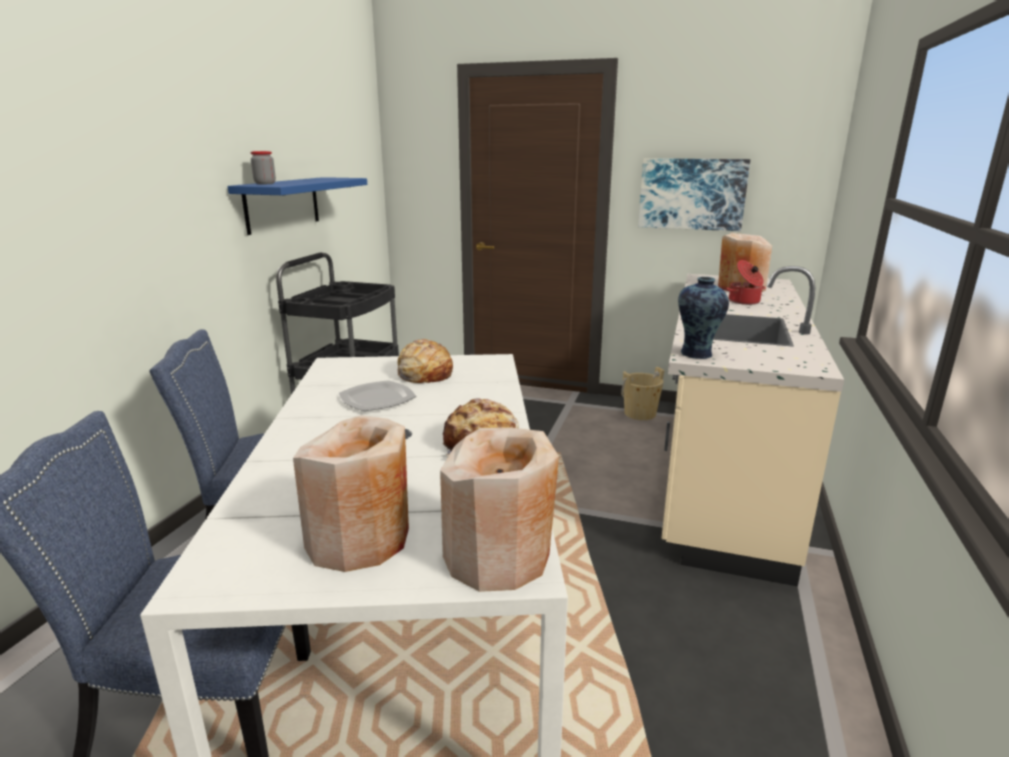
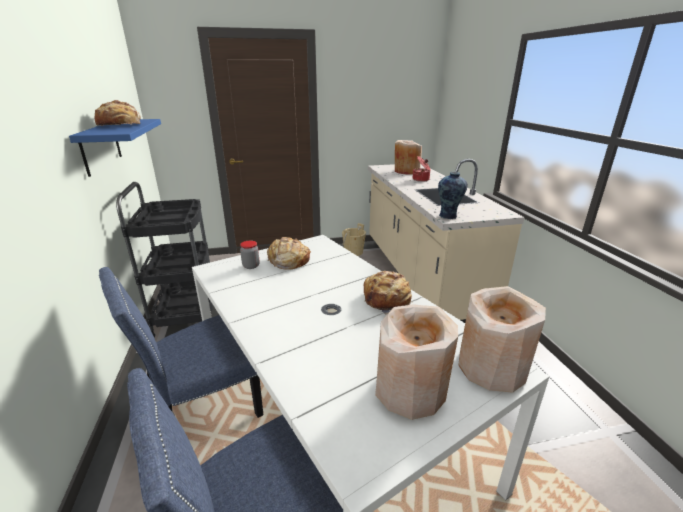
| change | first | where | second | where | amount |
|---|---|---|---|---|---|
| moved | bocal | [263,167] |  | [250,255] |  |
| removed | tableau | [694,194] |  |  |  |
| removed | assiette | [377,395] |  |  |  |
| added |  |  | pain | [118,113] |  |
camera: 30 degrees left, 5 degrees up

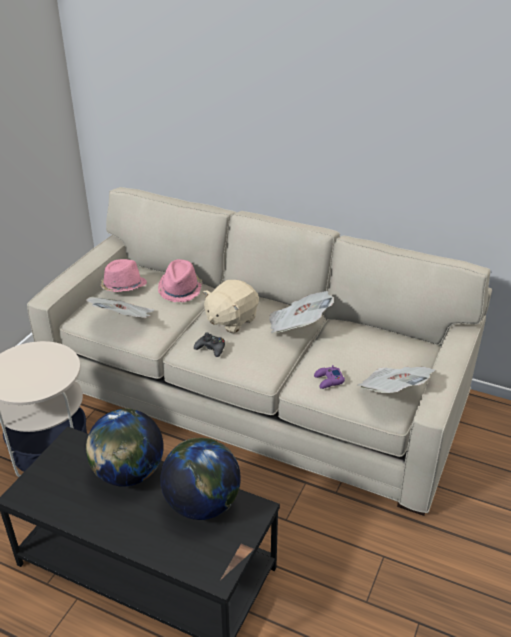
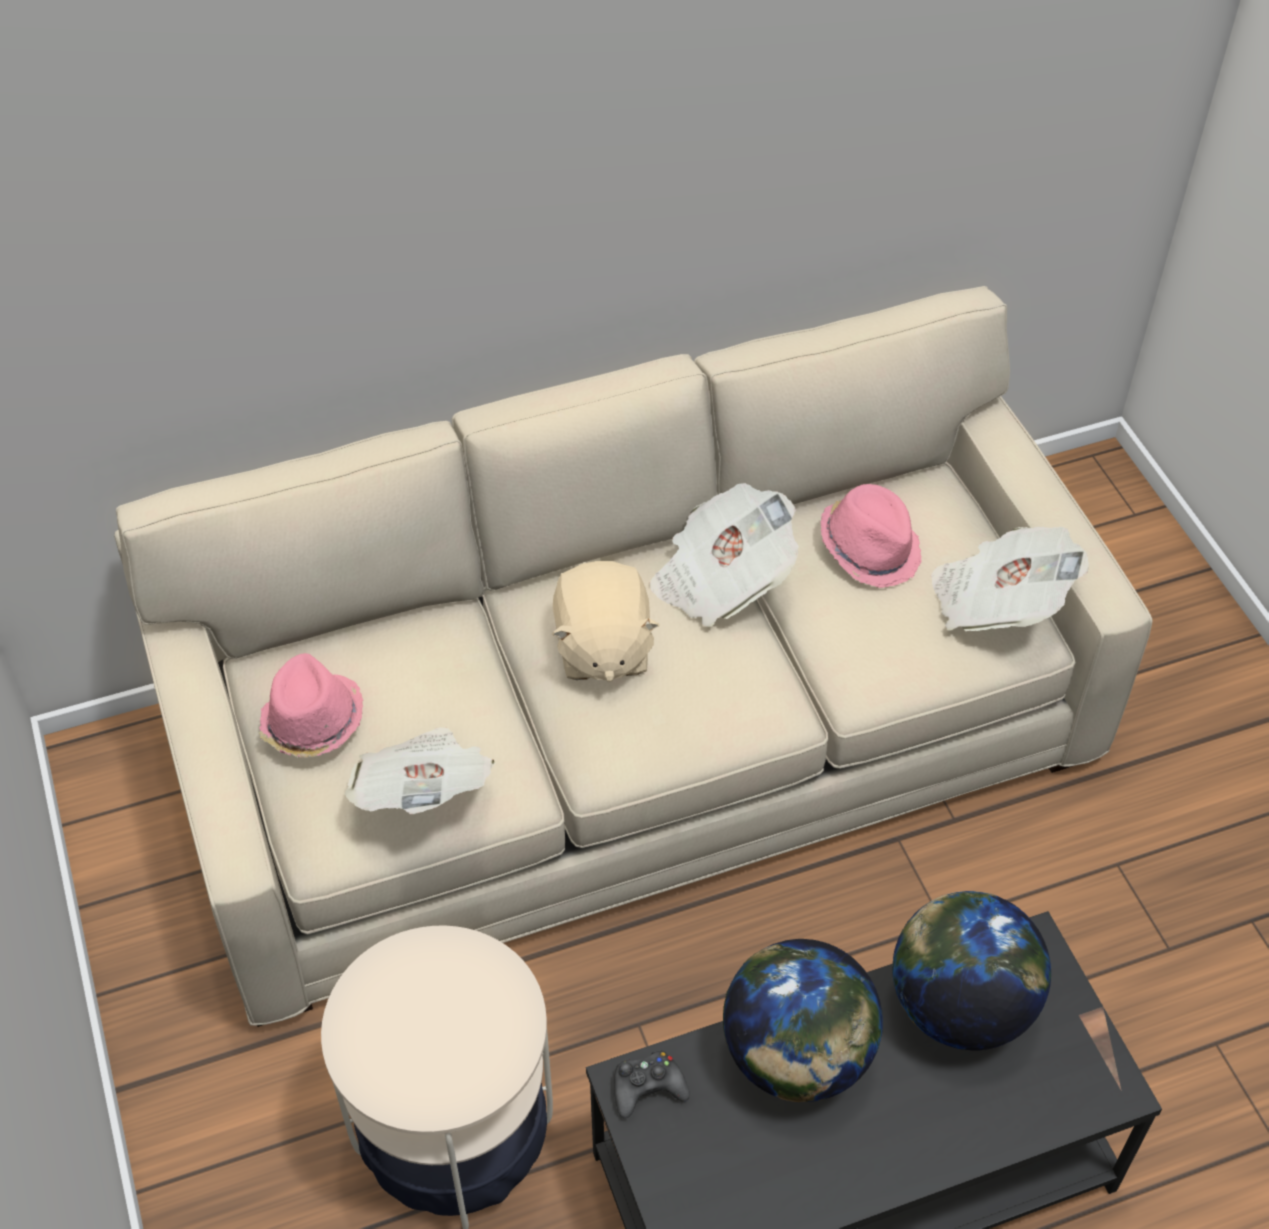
| change | first | where | second | where | amount |
|---|---|---|---|---|---|
| moved | chapeau [rose] | [180,280] |  | [871,536] |  |
| moved | manette [noir] | [209,344] |  | [652,1085] |  |
| removed | manette [violet] | [329,377] |  |  |  |
camera: 45 degrees left, 15 degrees up

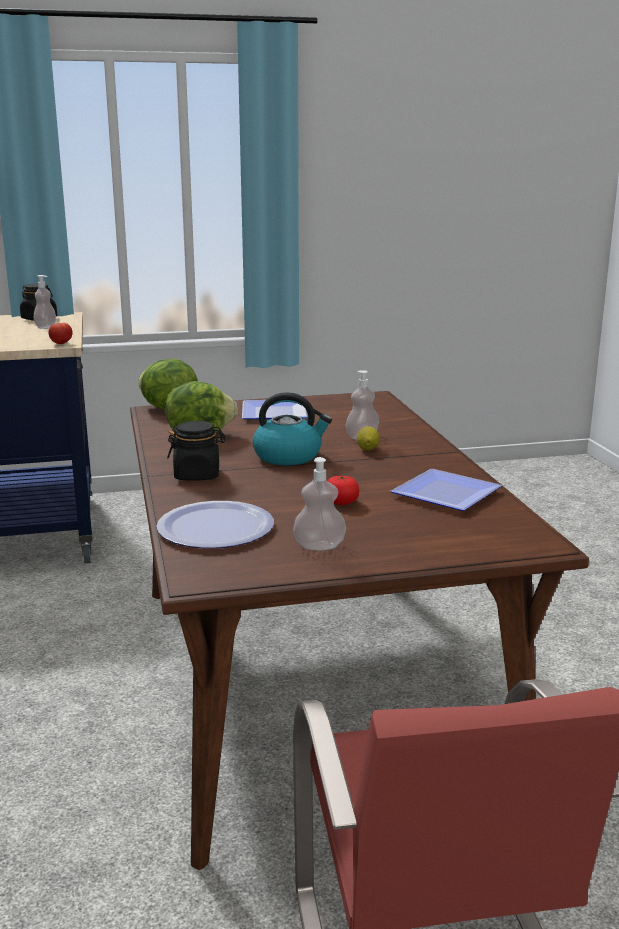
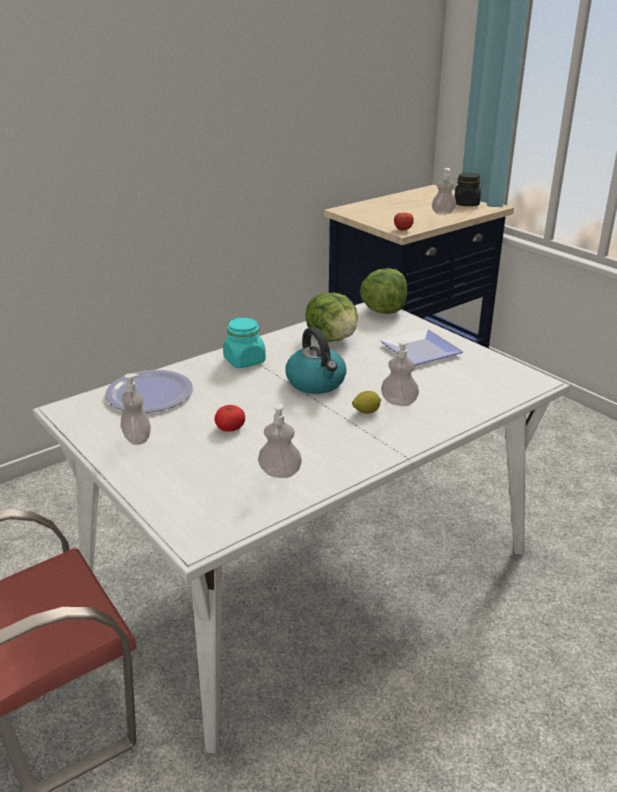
| change | first | where | second | where | amount |
|---|---|---|---|---|---|
| recoloured | table à manger [marron] | [359,630] | table à manger [blanc] | [301,528] |  |
| recoloured | bocal [noir] | [196,451] | bocal [turquoise] | [244,342] |  |
| replaced | assiette | [446,490] | distributeur de savon | [280,440] |  |
camera: 65 degrees right, 10 degrees up

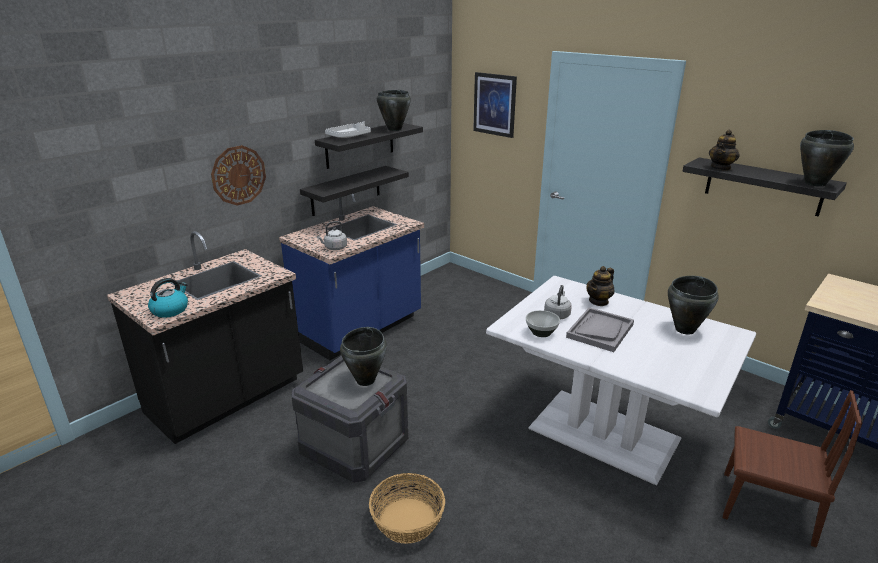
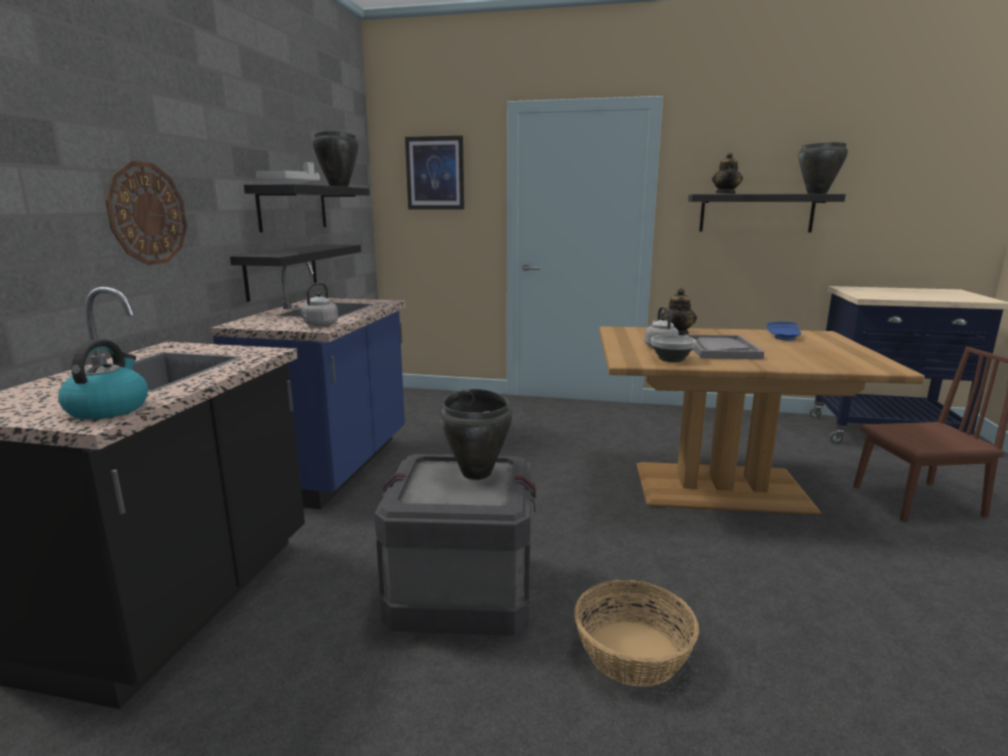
| change | first | where | second | where | amount |
|---|---|---|---|---|---|
| recoloured | table à manger [blanc] | [621,381] | table à manger [marron] | [762,420] |  |
| replaced | marmite [noir] | [693,305] | assiette [bleu] | [784,331] |  |
camera: 30 degrees left, 10 degrees down

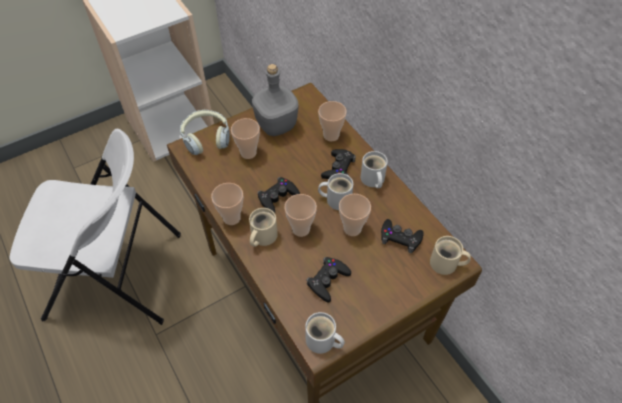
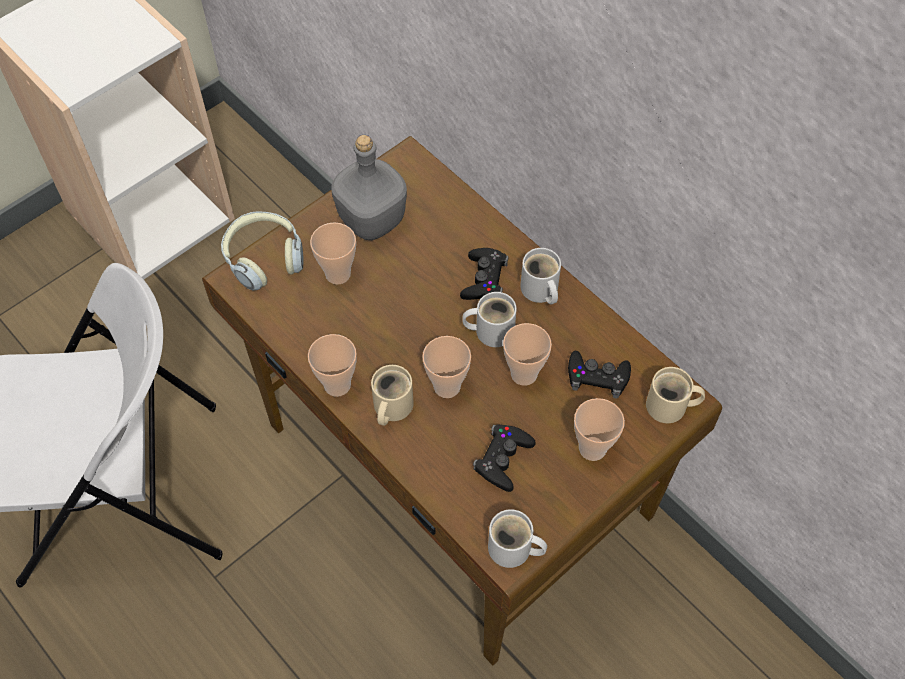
| change | first | where | second | where | amount |
|---|---|---|---|---|---|
| moved | tasse | [332,121] |  | [599,429] |  |
| removed | manette [noir] | [278,195] |  |  |  |
camera: 10 degrees left, 5 degrees up

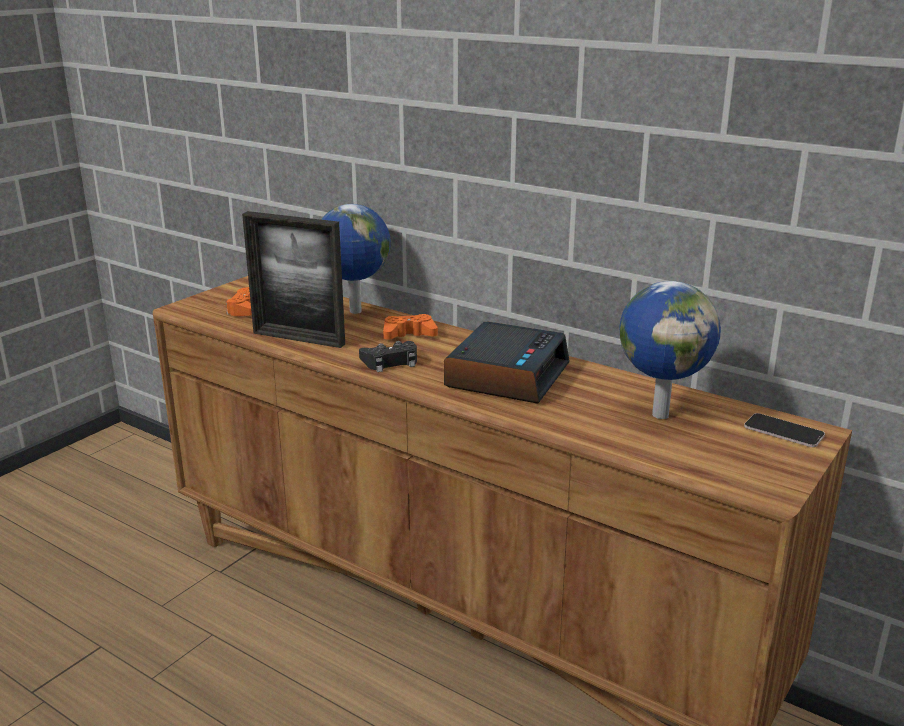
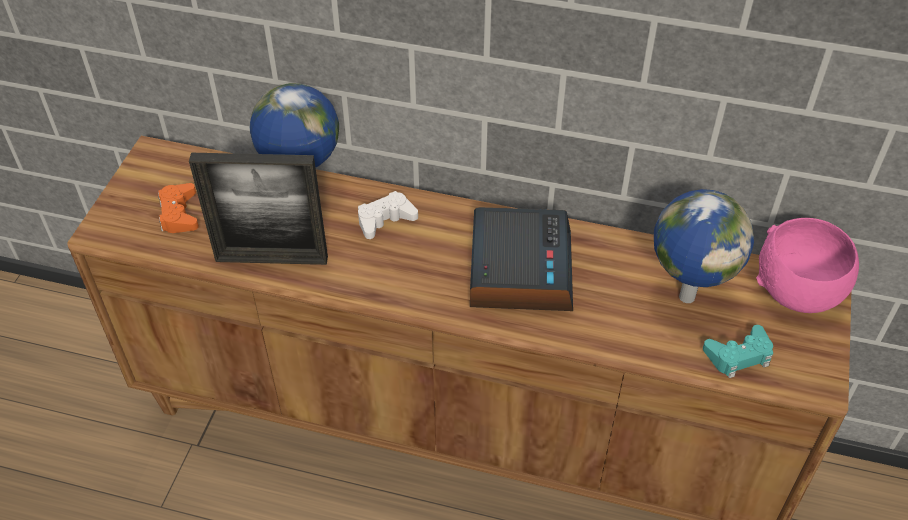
| change | first | where | second | where | amount |
|---|---|---|---|---|---|
| recoloured | manette [orange] | [410,327] | manette [blanc] | [388,215] |  |
| removed | manette [noir] | [388,356] |  |  |  |
| replaced | téléphone | [784,430] | bol [rose] | [807,265] |  |
| added |  |  | manette [turquoise] | [738,351] |  |
camera: 20 degrees left, 25 degrees up

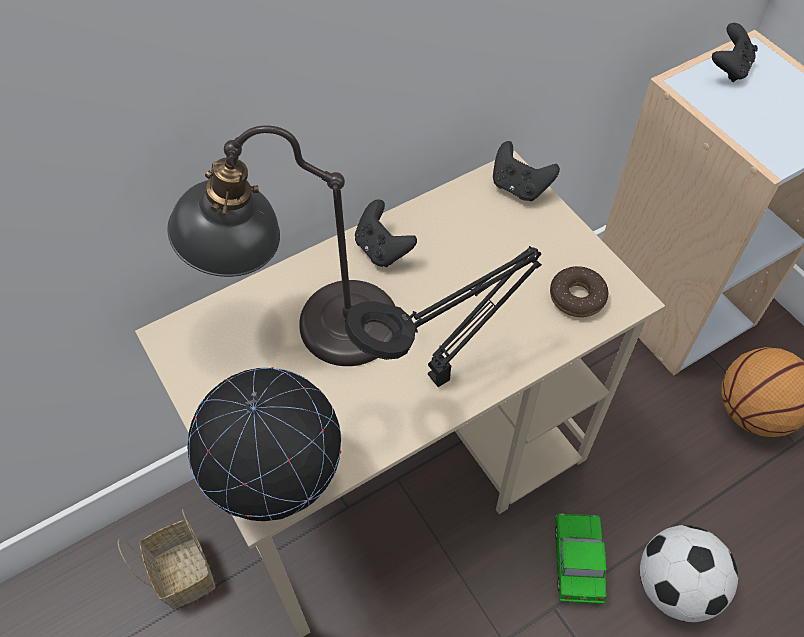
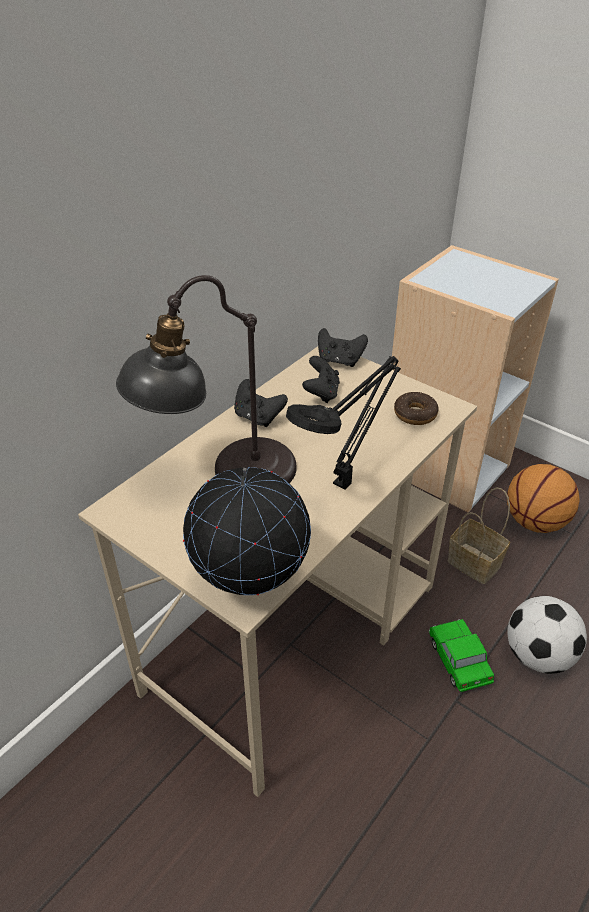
| change | first | where | second | where | amount |
|---|---|---|---|---|---|
| moved | manette [noir] | [735,52] |  | [321,379] |  |
| moved | panier | [166,559] |  | [479,535] |  |
camera: 20 degrees left, 15 degrees down

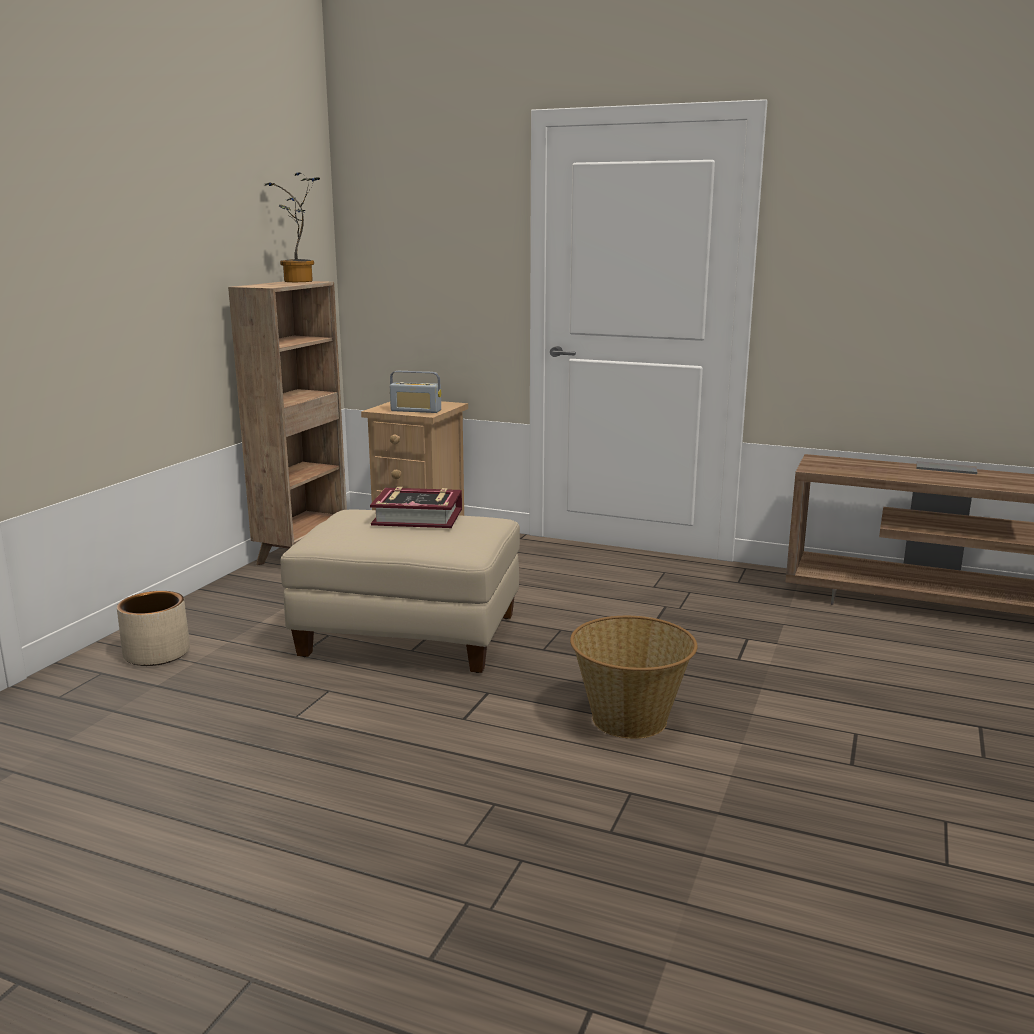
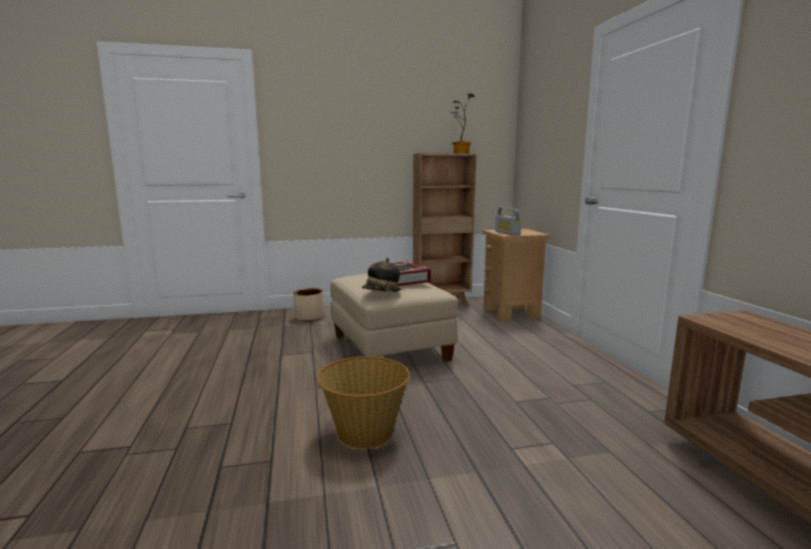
| change | first | where | second | where | amount |
|---|---|---|---|---|---|
| added |  |  | chapeau | [381,275] |  |
camera: 55 degrees right, 5 degrees down

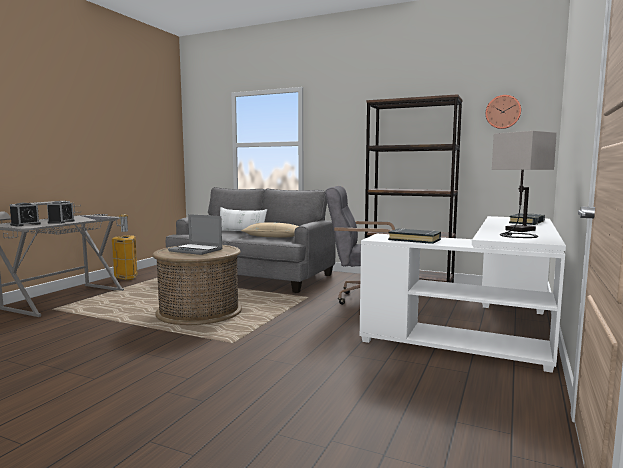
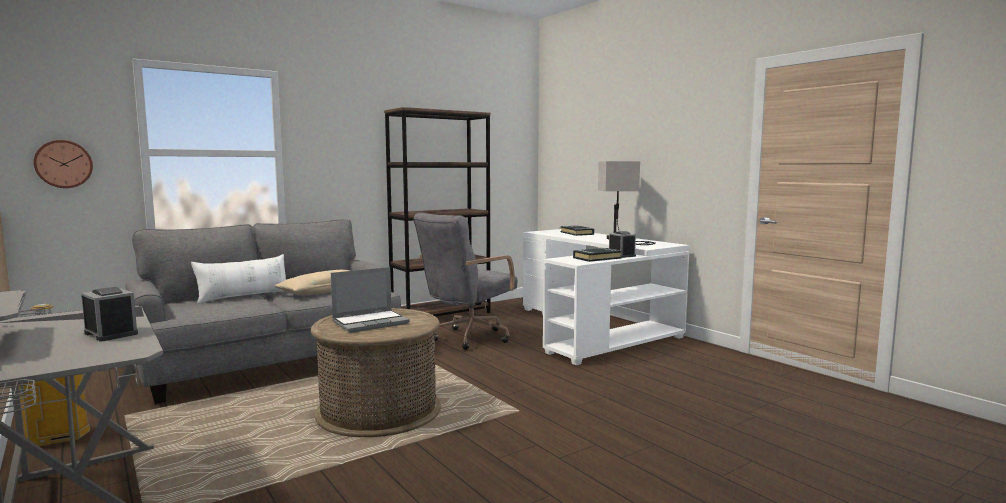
| change | first | where | second | where | amount |
|---|---|---|---|---|---|
| moved | horloge murale | [503,112] |  | [63,164] |  |
| moved | réveil | [25,214] |  | [622,244] |  |
camera: 60 degrees left, 0 degrees up

